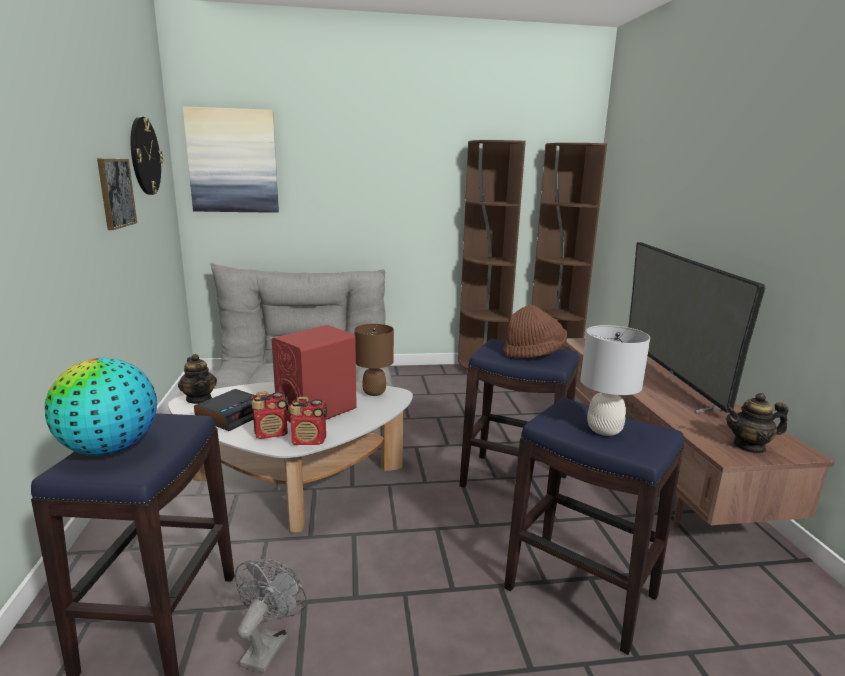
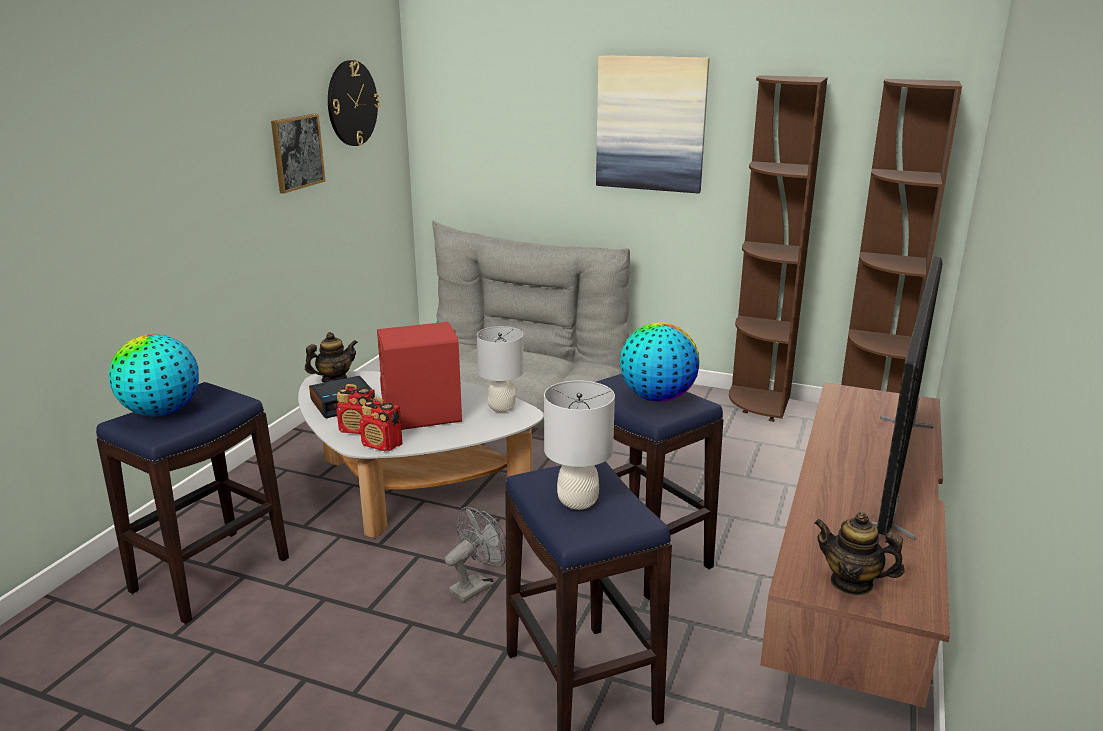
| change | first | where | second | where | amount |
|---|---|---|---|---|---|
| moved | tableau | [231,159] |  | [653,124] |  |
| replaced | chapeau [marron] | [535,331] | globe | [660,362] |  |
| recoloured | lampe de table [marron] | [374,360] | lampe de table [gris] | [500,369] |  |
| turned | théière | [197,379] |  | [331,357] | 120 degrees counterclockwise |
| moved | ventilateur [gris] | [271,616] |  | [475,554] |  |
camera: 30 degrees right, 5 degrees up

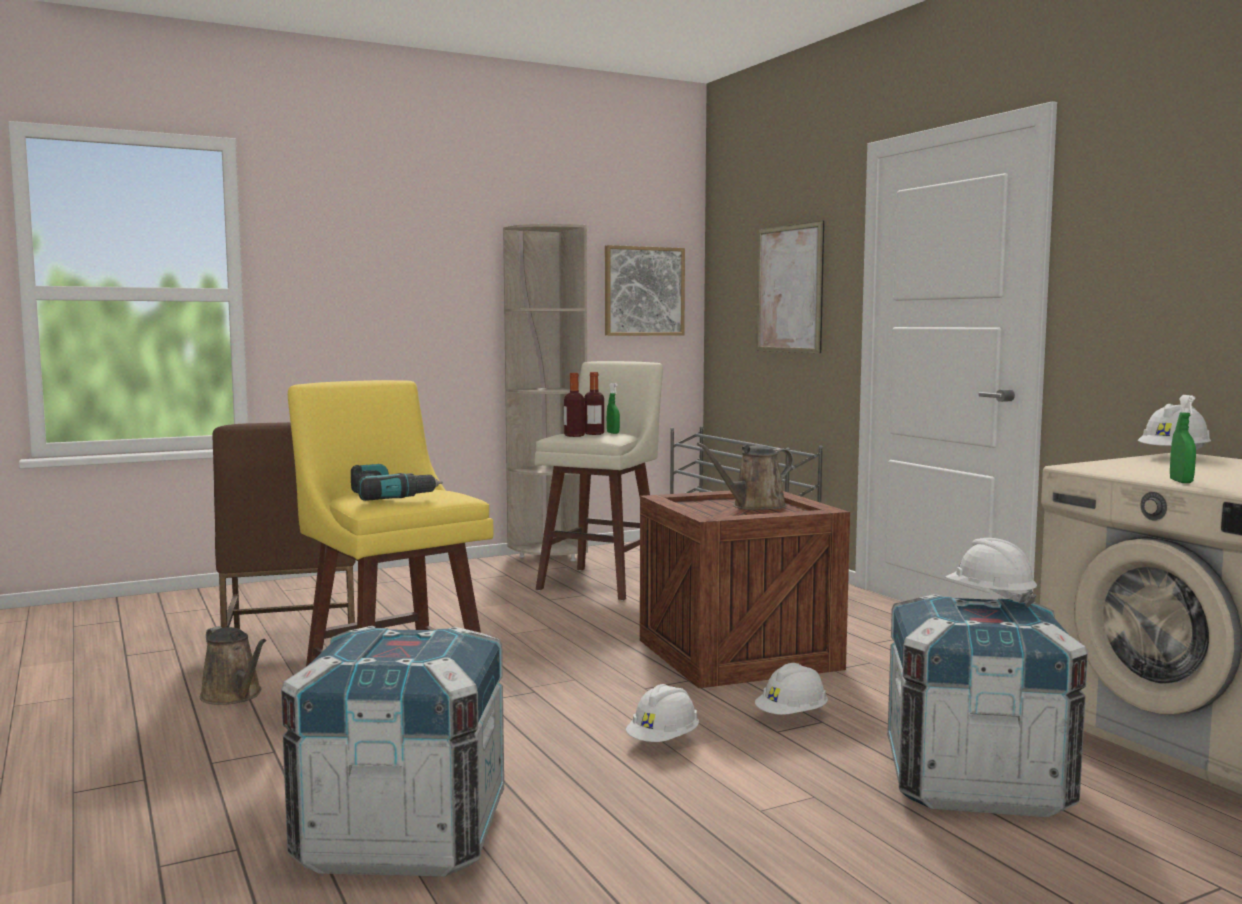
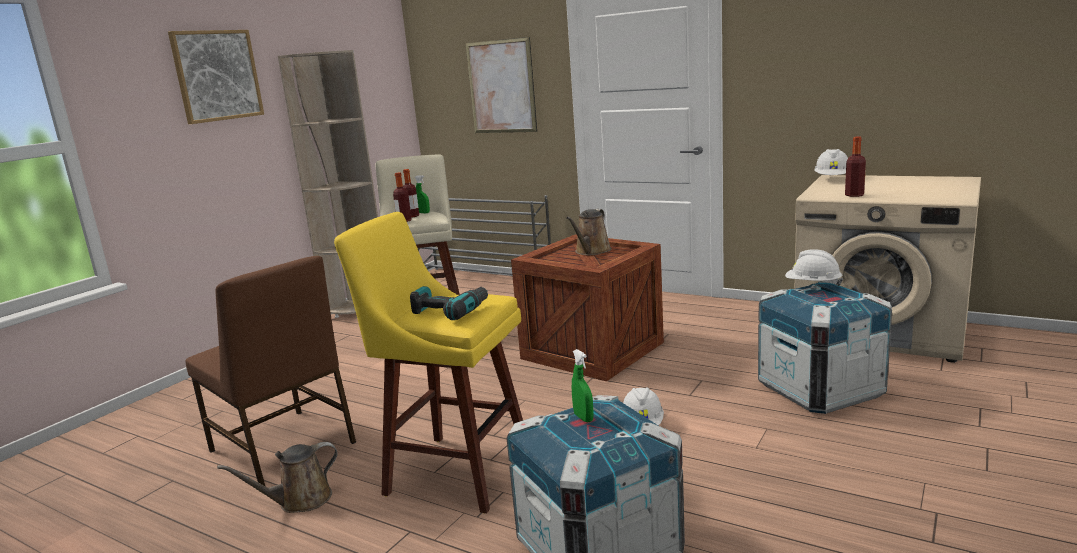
| change | first | where | second | where | amount |
|---|---|---|---|---|---|
| moved | tableau | [645,290] |  | [216,77] |  |
| moved | vaporisateur [vert] | [1183,439] |  | [583,385] |  |
| turned | arrosoir [marron] | [233,665] |  | [277,477] | 135 degrees clockwise |
| removed | casque de chantier [blanc] | [791,689] |  |  |  |
| added |  |  | bouteille | [855,167] |  |
camera: 30 degrees left, 10 degrees up

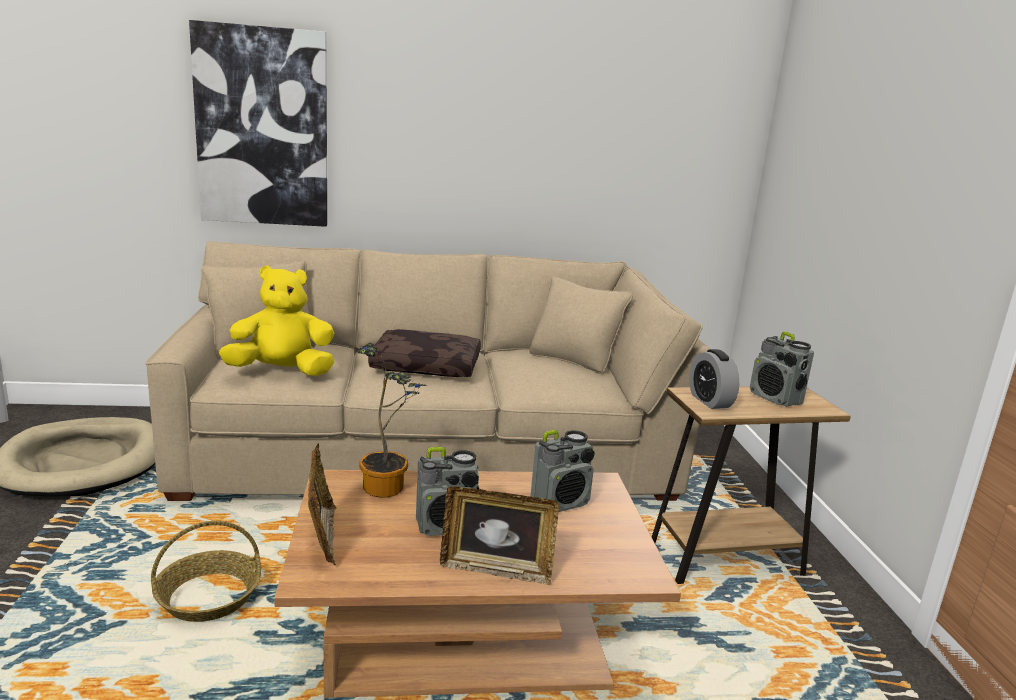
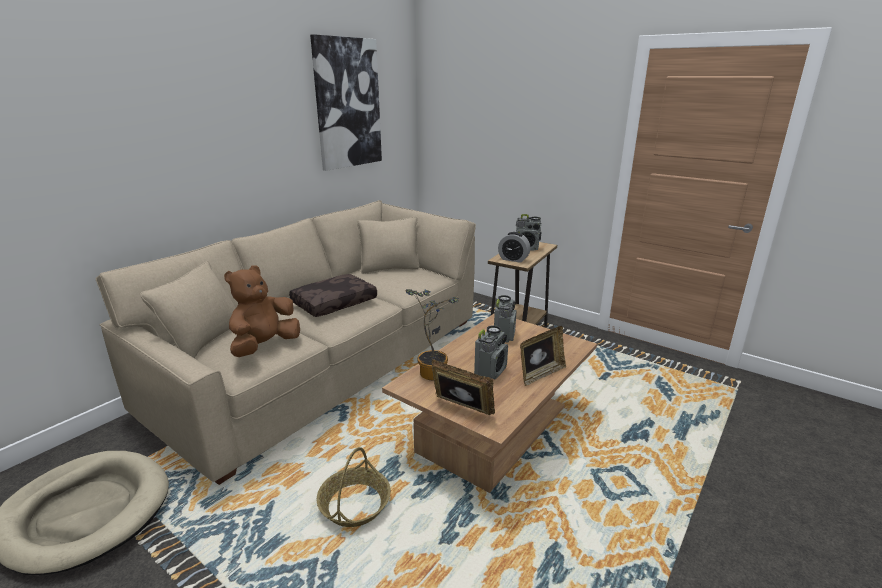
| change | first | where | second | where | amount |
|---|---|---|---|---|---|
| moved | tableau | [258,123] |  | [346,102] |  |
| recoloured | peluche [jaune] | [276,320] | peluche [marron] | [262,311] |  |
camera: 45 degrees left, 5 degrees up

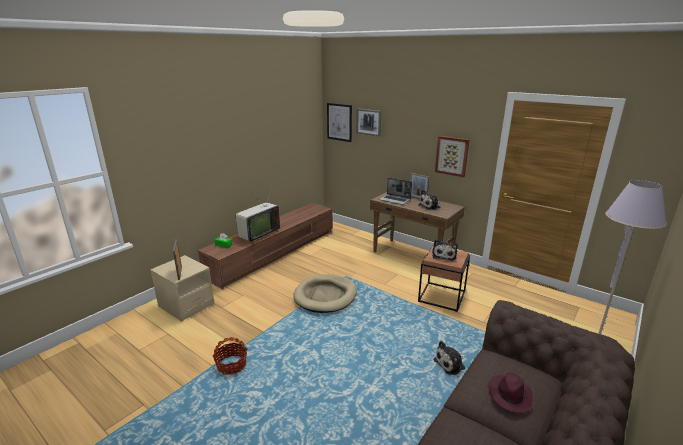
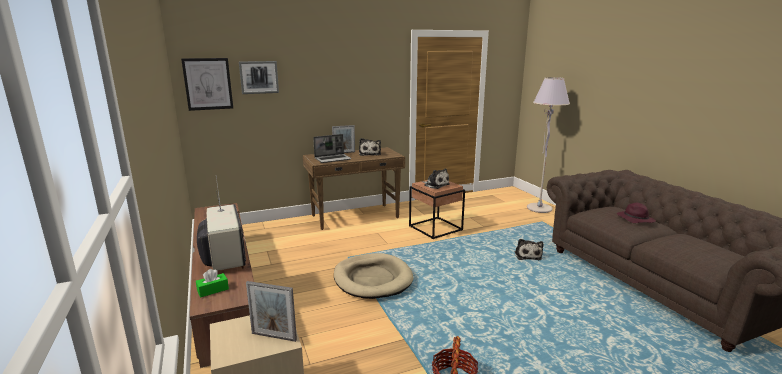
| change | first | where | second | where | amount |
|---|---|---|---|---|---|
| removed | tableau | [452,156] |  |  |  |
camera: 60 degrees left, 5 degrees down

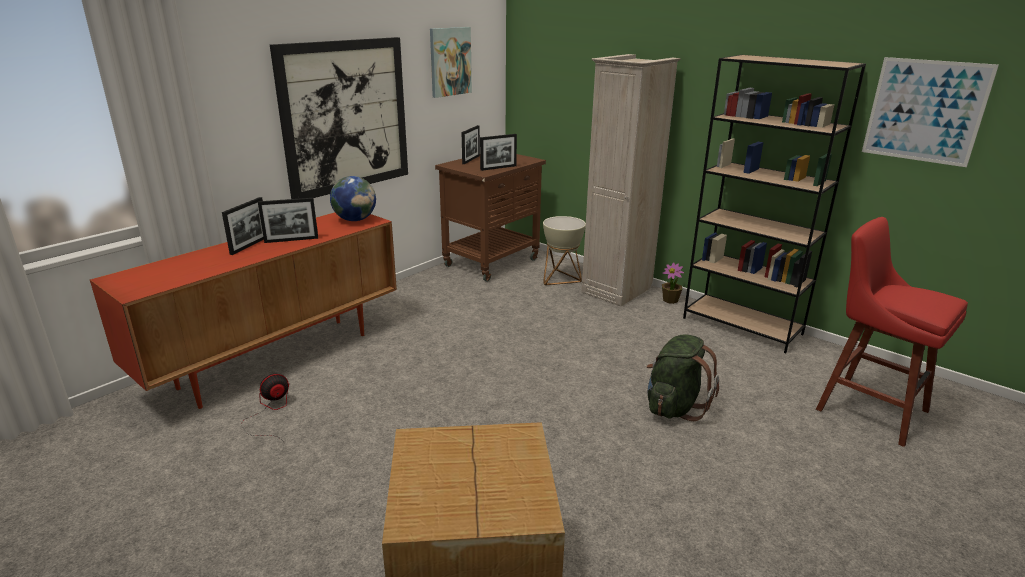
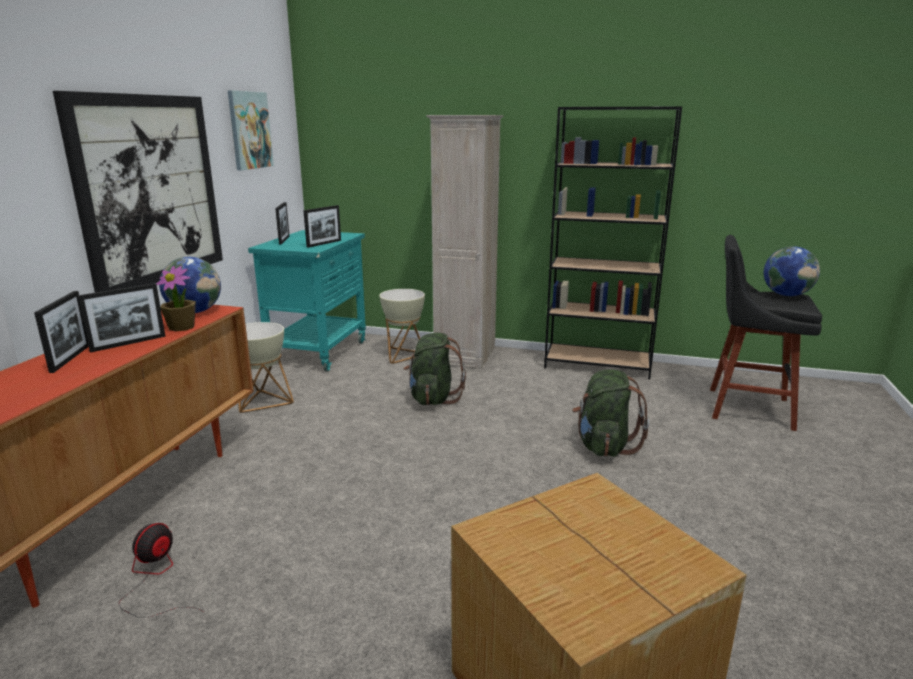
| change | first | where | second | where | amount |
|---|---|---|---|---|---|
| removed | tableau | [930,112] |  |  |  |
| recoloured | chariot [marron] | [490,218] | chariot [turquoise] | [307,301] |  |
| recoloured | tabouret [rouge] | [892,332] | tabouret [noir] | [766,333] |  |
| moved | plante en pot | [673,283] |  | [176,298] |  |
| added |  |  | globe | [792,271] |  |
| added |  |  | cache-pot | [266,367] |  |
| added |  |  | sac à dos [vert] | [434,369] |  |
camera: 25 degrees left, 5 degrees down

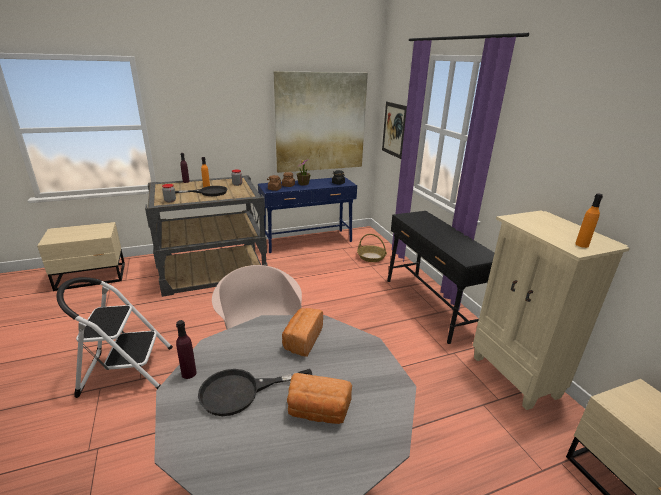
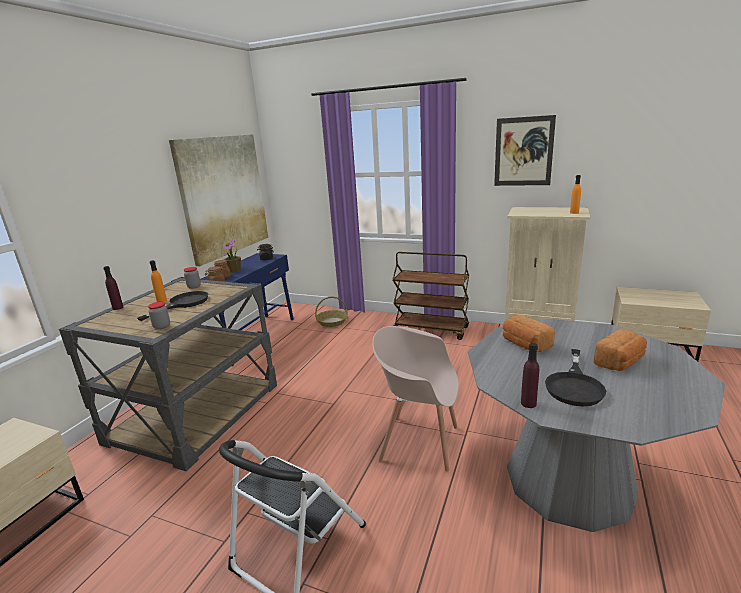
| change | first | where | second | where | amount |
|---|---|---|---|---|---|
| moved | tableau | [394,130] |  | [525,150] |  |
| replaced | table console [noir] | [440,277] | chariot [marron] | [430,296] |  |
camera: 45 degrees left, 5 degrees down

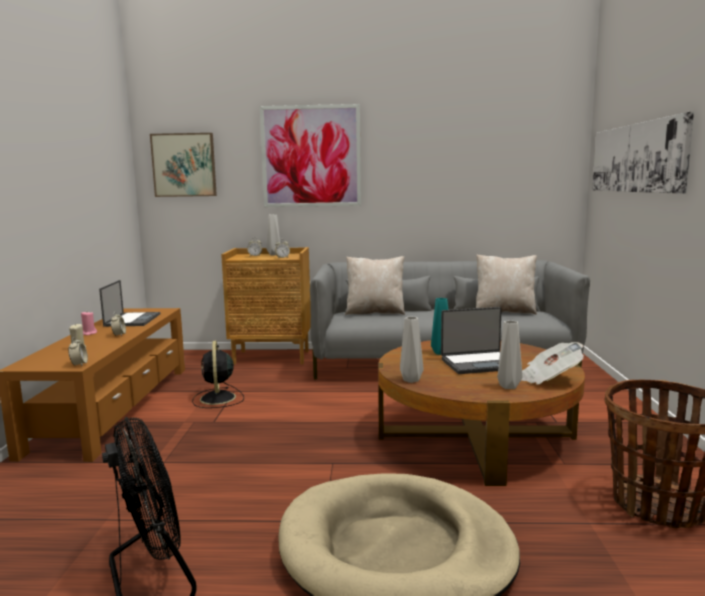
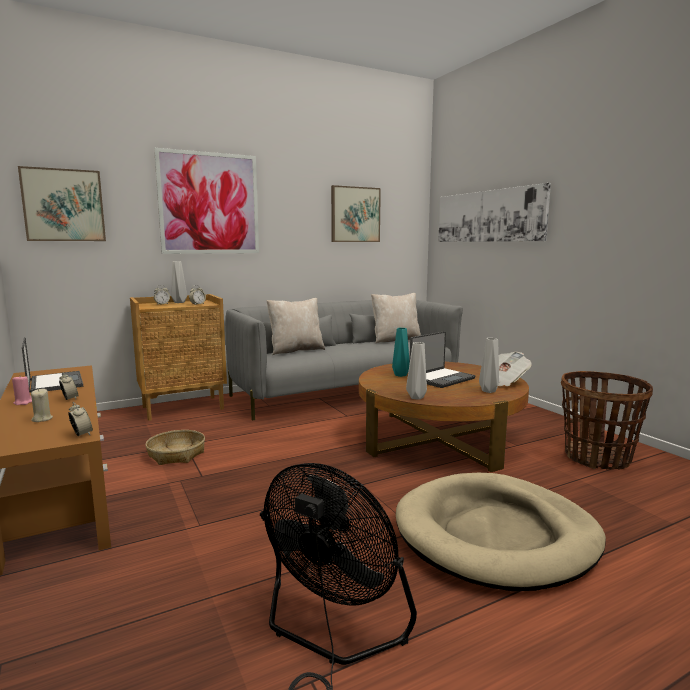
| change | first | where | second | where | amount |
|---|---|---|---|---|---|
| replaced | ventilateur [noir] | [218,374] | panier | [175,447] |  |
| added |  |  | tableau | [356,213] |  |
camera: 30 degrees left, 0 degrees up

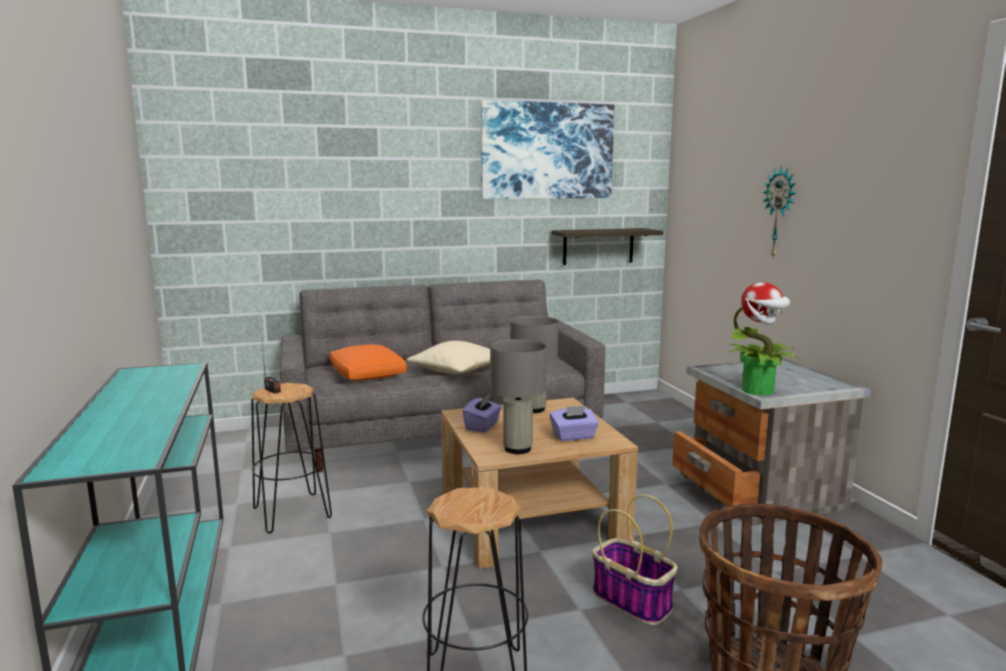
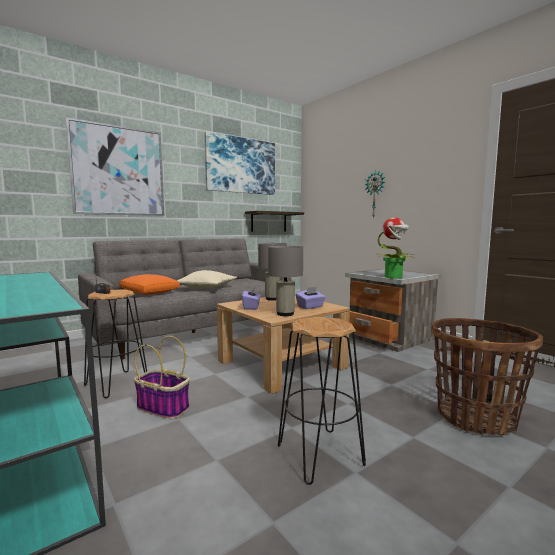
| change | first | where | second | where | amount |
|---|---|---|---|---|---|
| moved | panier | [634,559] |  | [162,377] |  |
| added |  |  | tableau | [115,166] |  |
camera: 20 degrees left, 5 degrees down

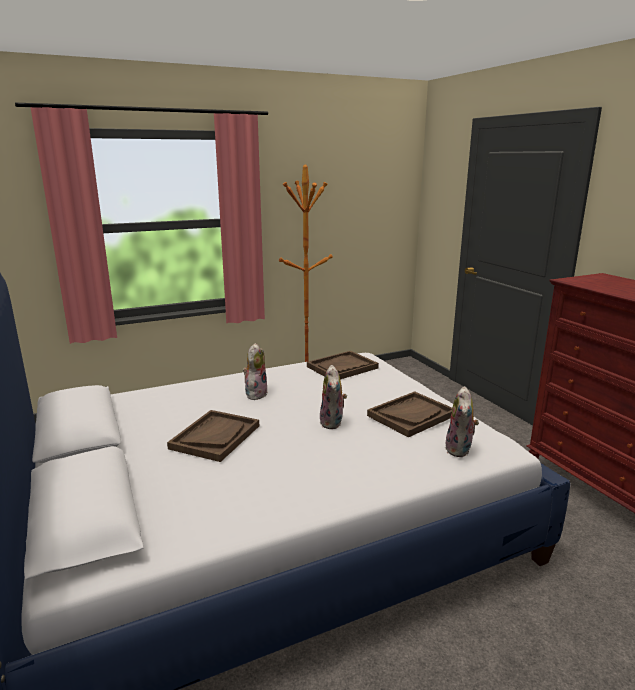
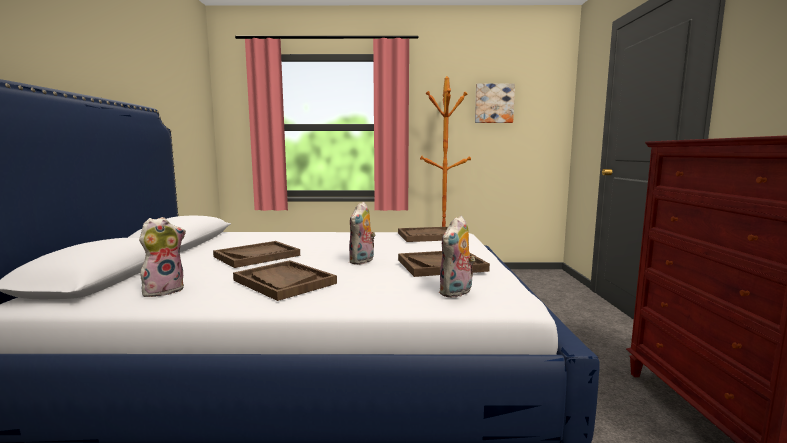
| change | first | where | second | where | amount |
|---|---|---|---|---|---|
| moved | peluche | [255,371] |  | [162,257] |  |
| added |  |  | tableau | [495,103] |  |
| added |  |  | plateau [marron] | [285,280] |  |
camera: 25 degrees right, 10 degrees down

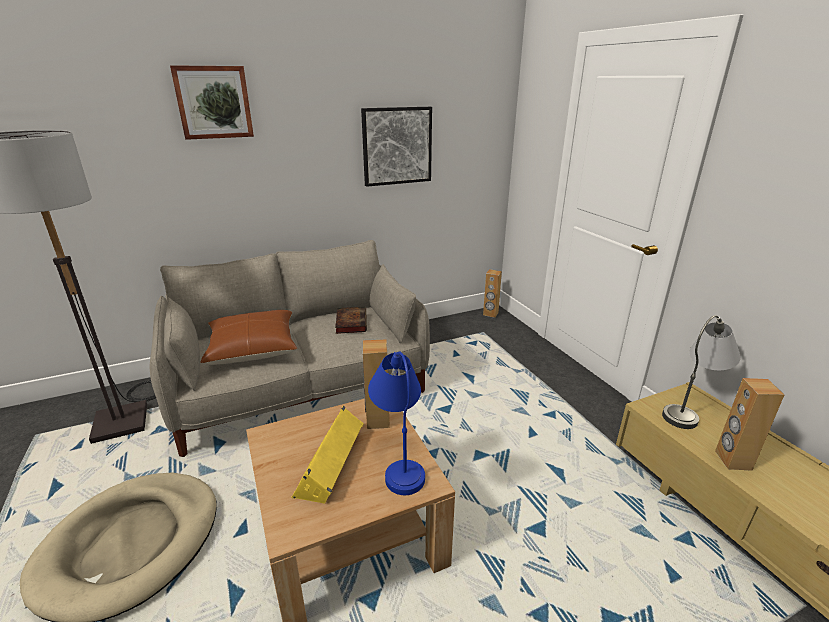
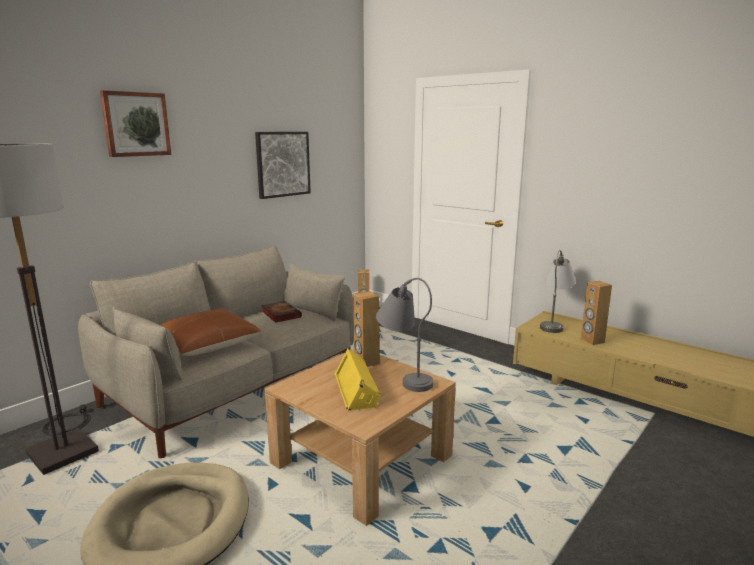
| change | first | where | second | where | amount |
|---|---|---|---|---|---|
| recoloured | lampe de table [bleu] | [396,423] | lampe de table [gris] | [404,335] |  |
camera: 25 degrees left, 10 degrees down

